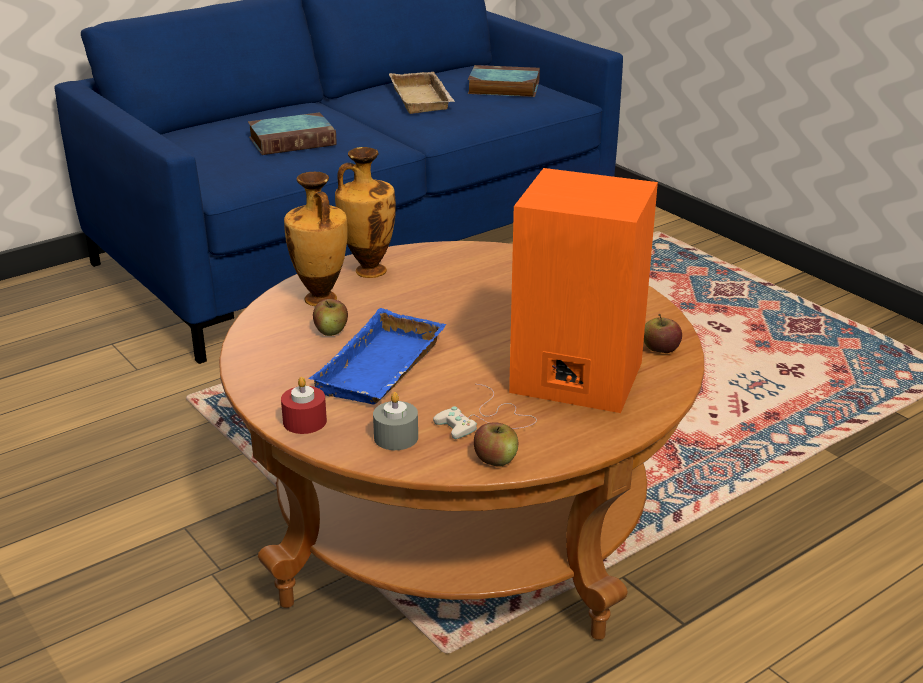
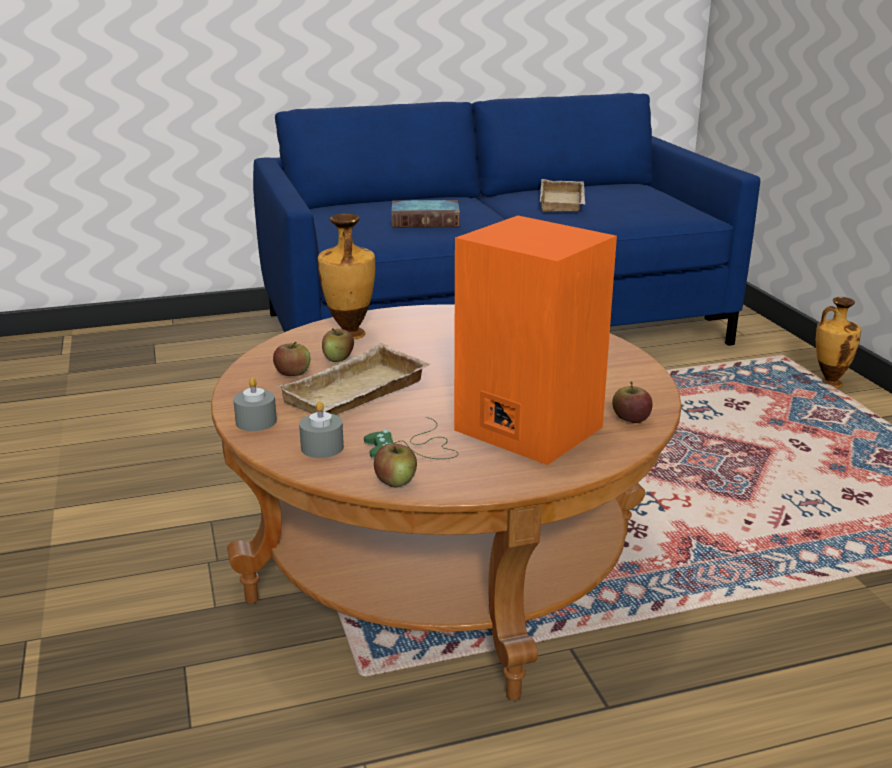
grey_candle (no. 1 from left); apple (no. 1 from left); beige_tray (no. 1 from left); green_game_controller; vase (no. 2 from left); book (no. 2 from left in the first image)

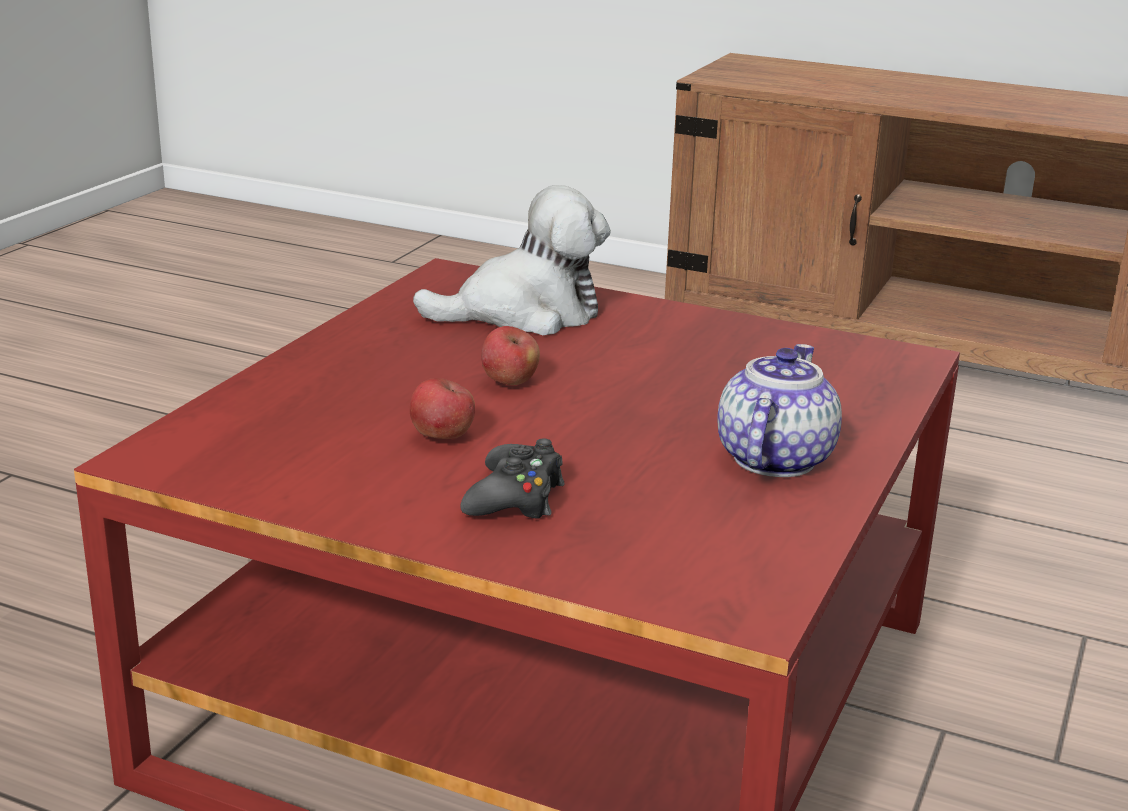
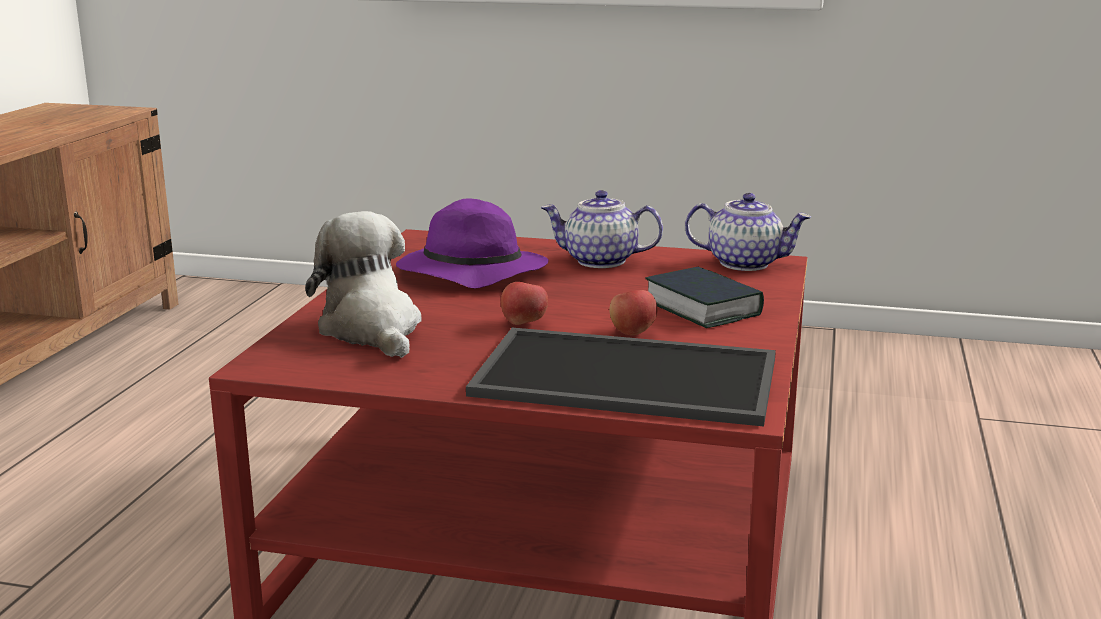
purple_hat; tray; book; teapot (no. 2 from left)

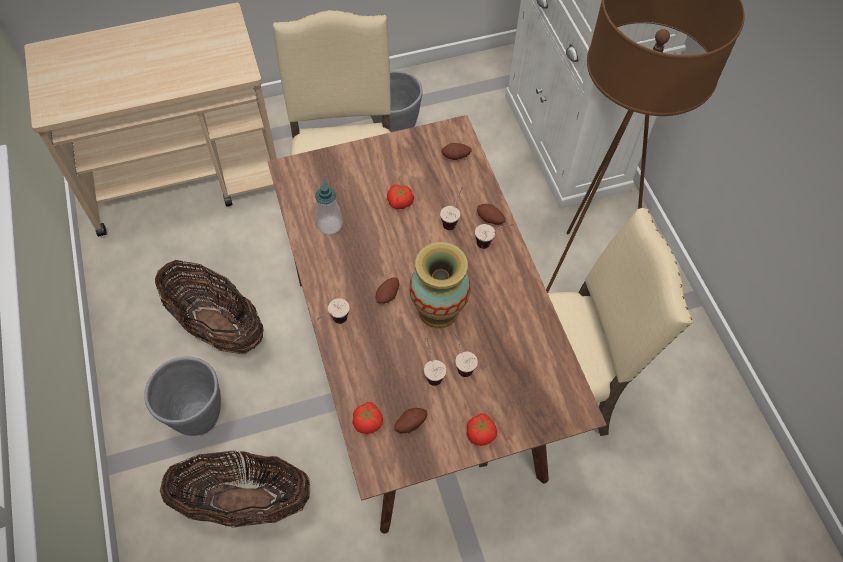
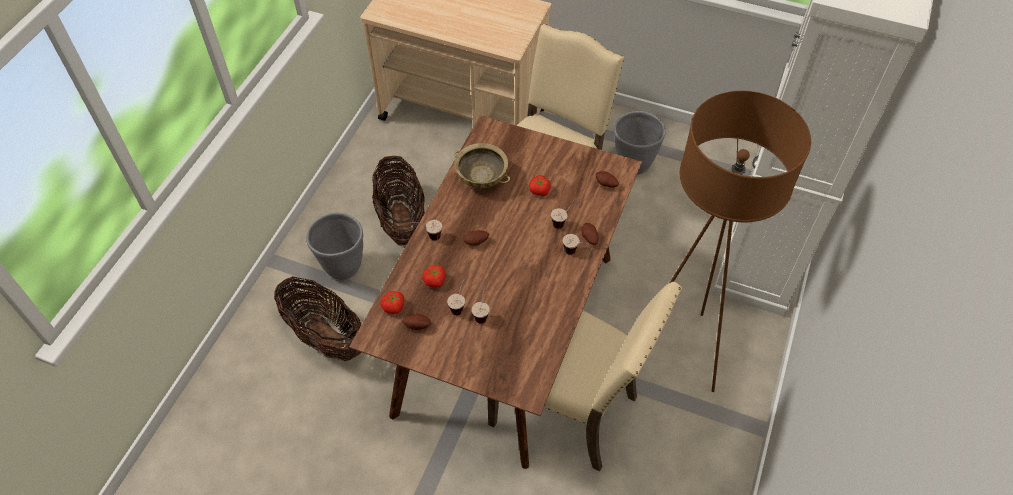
tomato (no. 2 from left); beige_bowl; vase

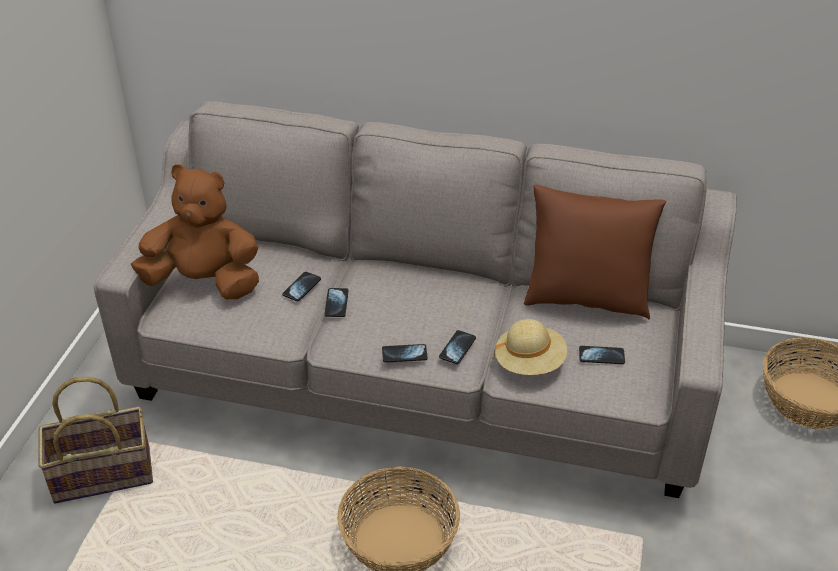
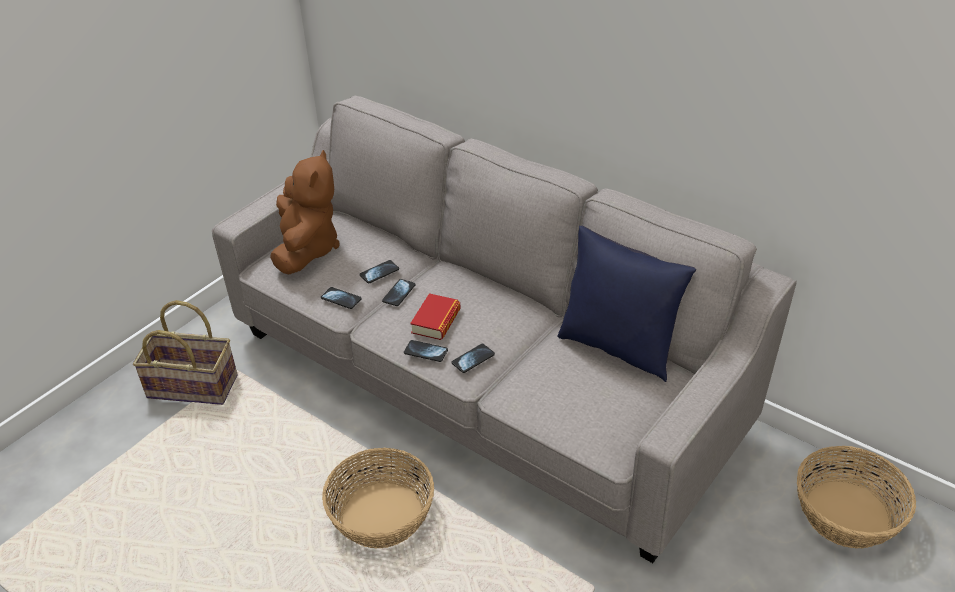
brown_plush_toy; phone (no. 1 from left); book; blue_pillow; beige_hat

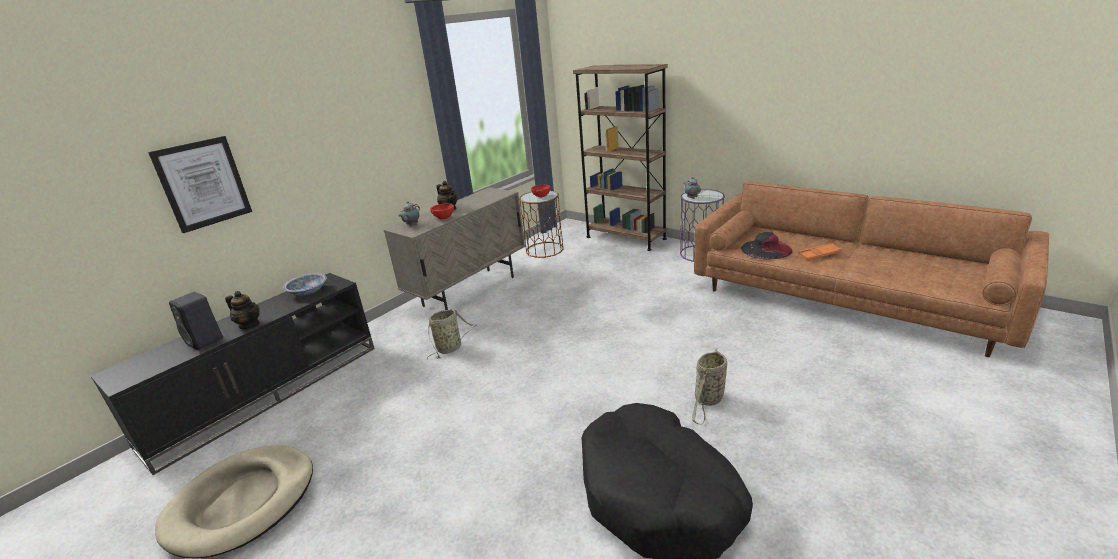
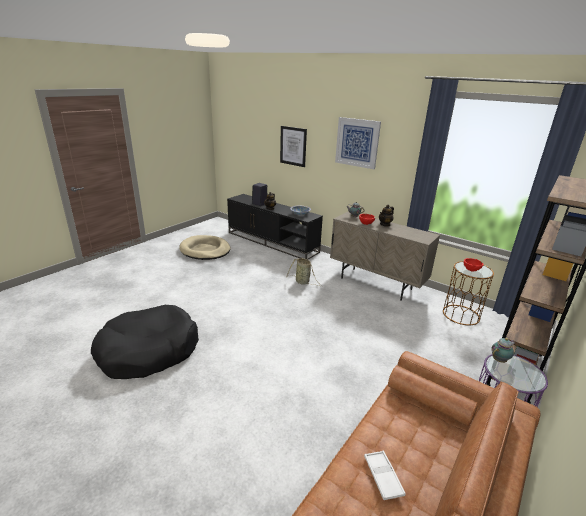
picture (no. 2 from left); white_tray; basket (no. 2 from left in the first image); black_hat

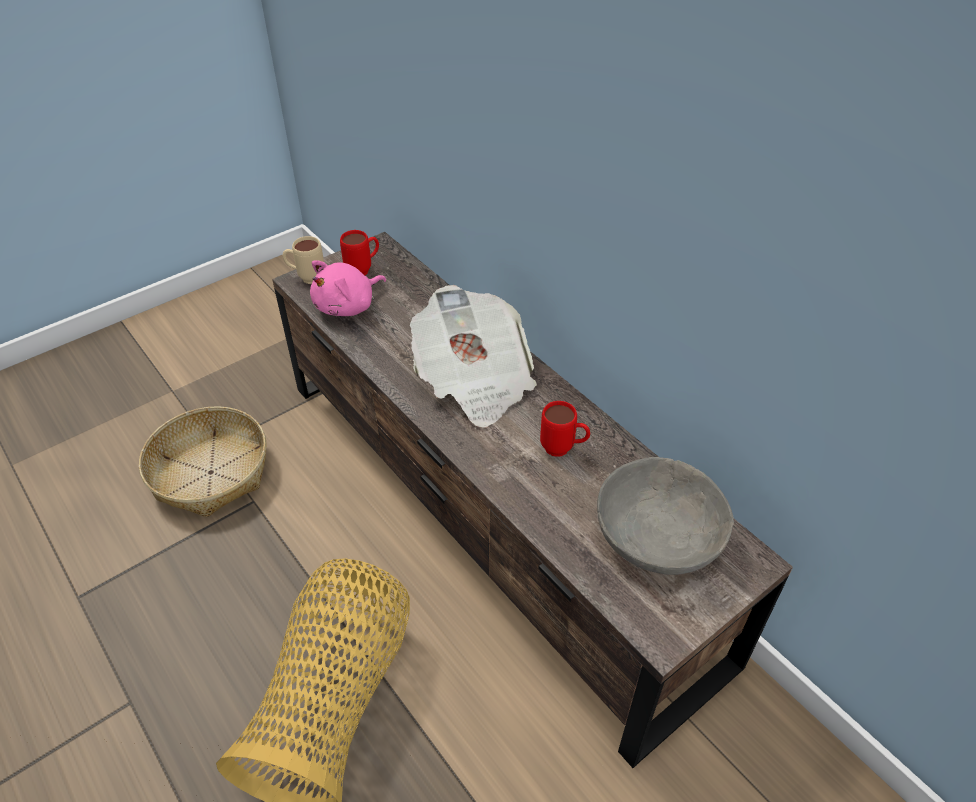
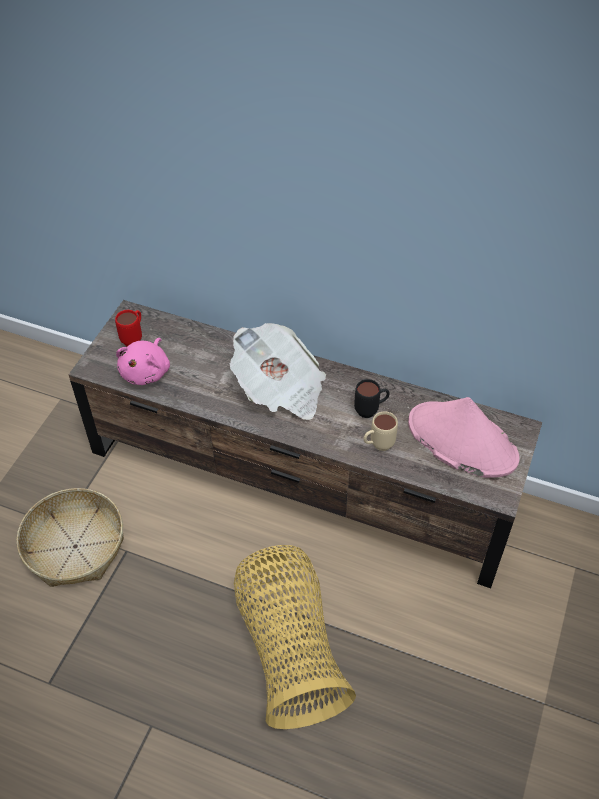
black_mug; beige_mug; pink_hat

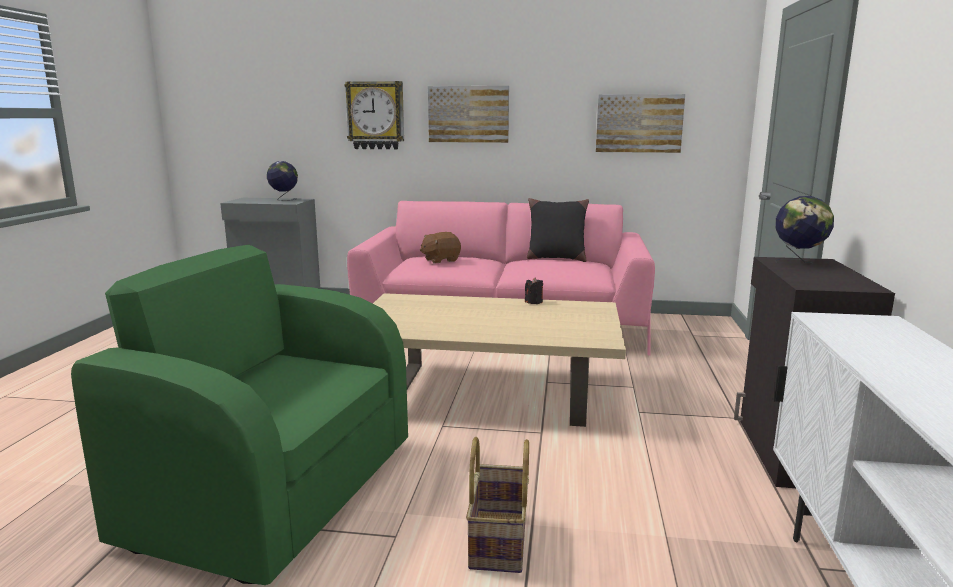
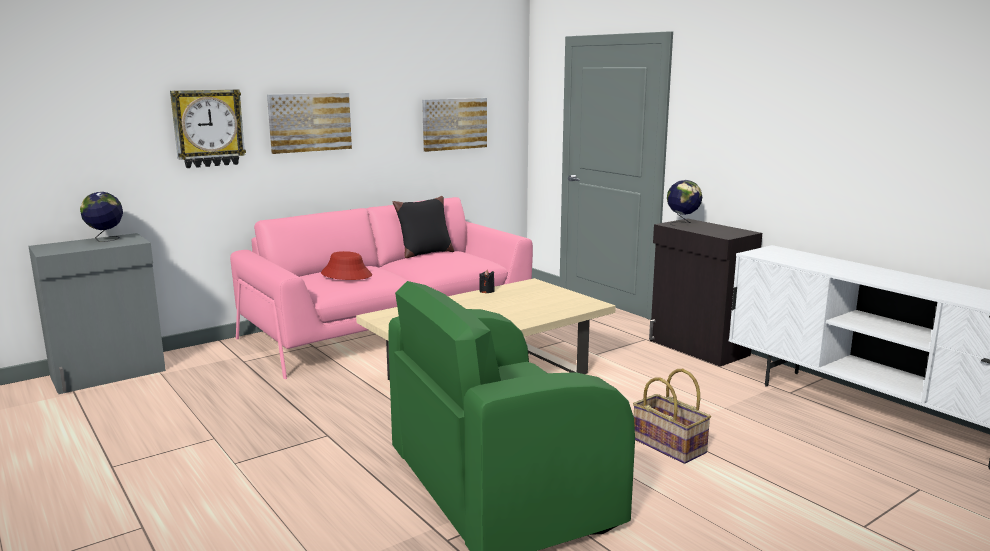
red_hat

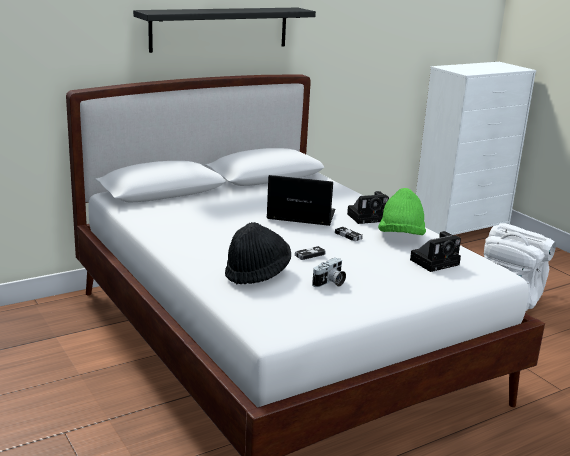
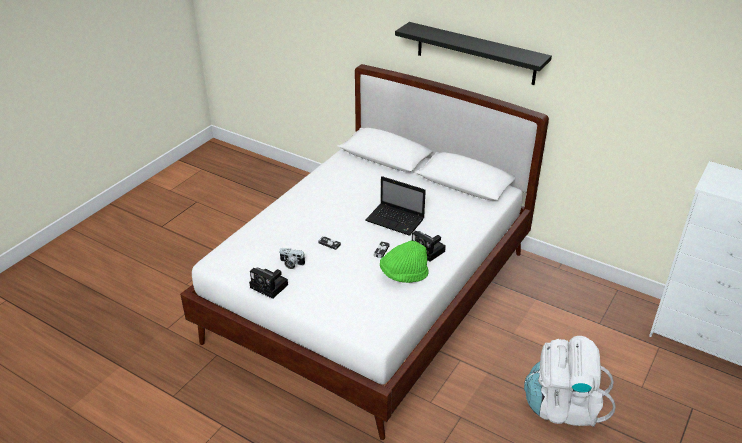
photo_camera (no. 1 from left); laptop; black_hat

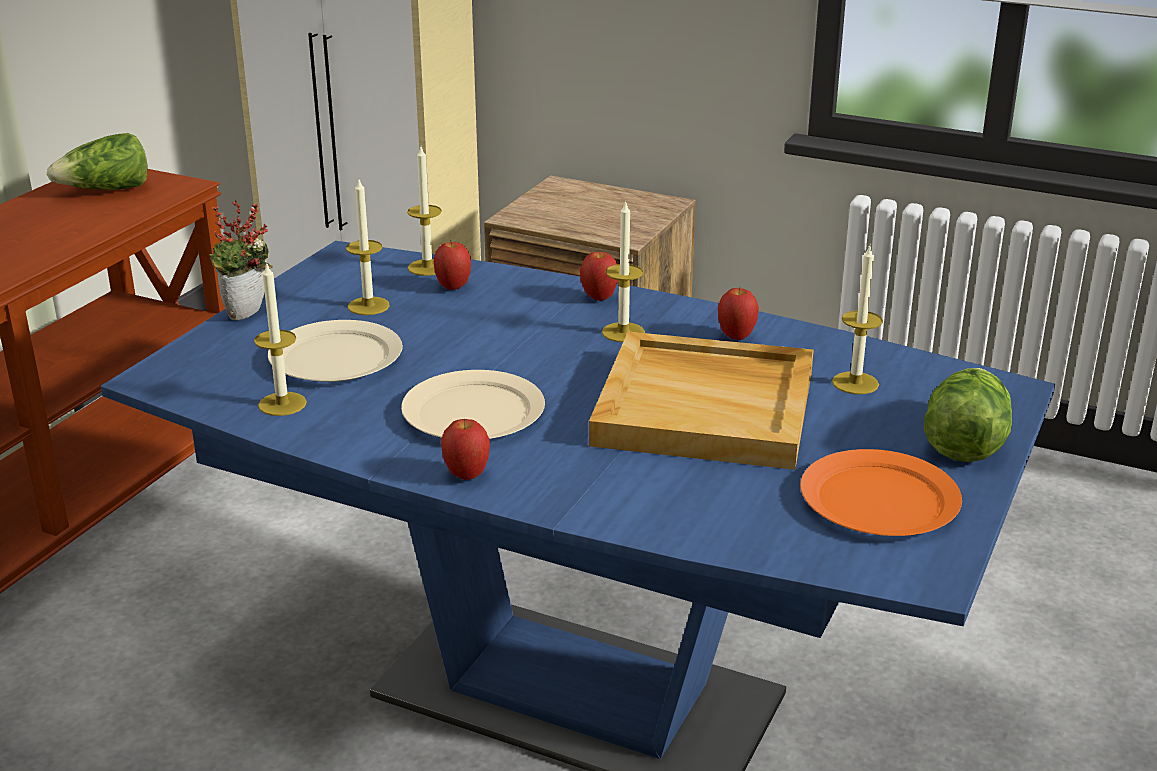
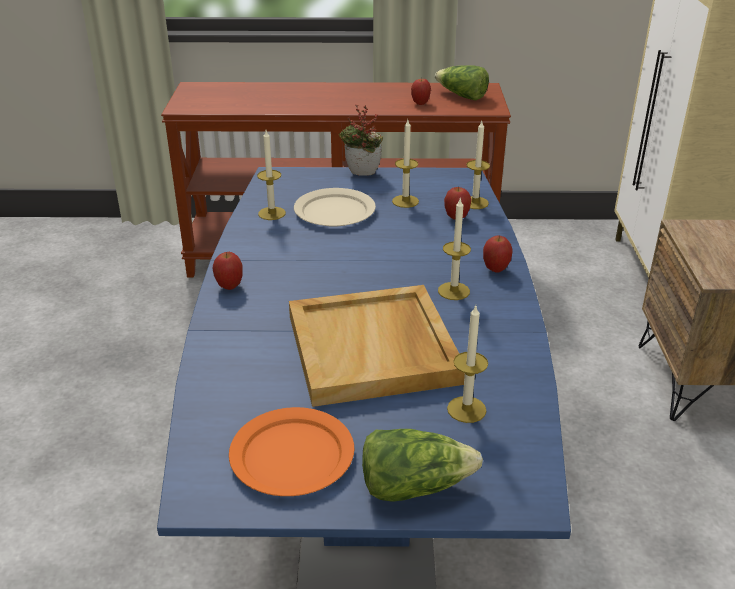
apple (no. 2 from left); beige_plate (no. 2 from left in the first image)

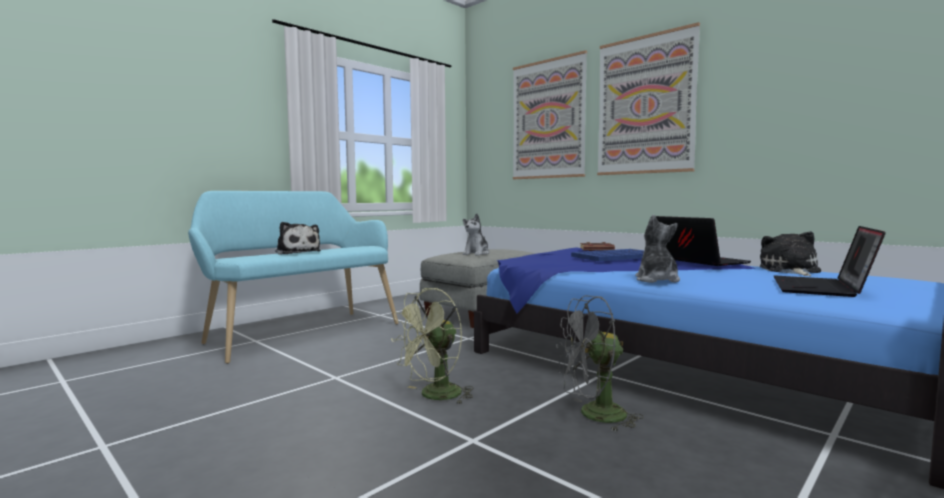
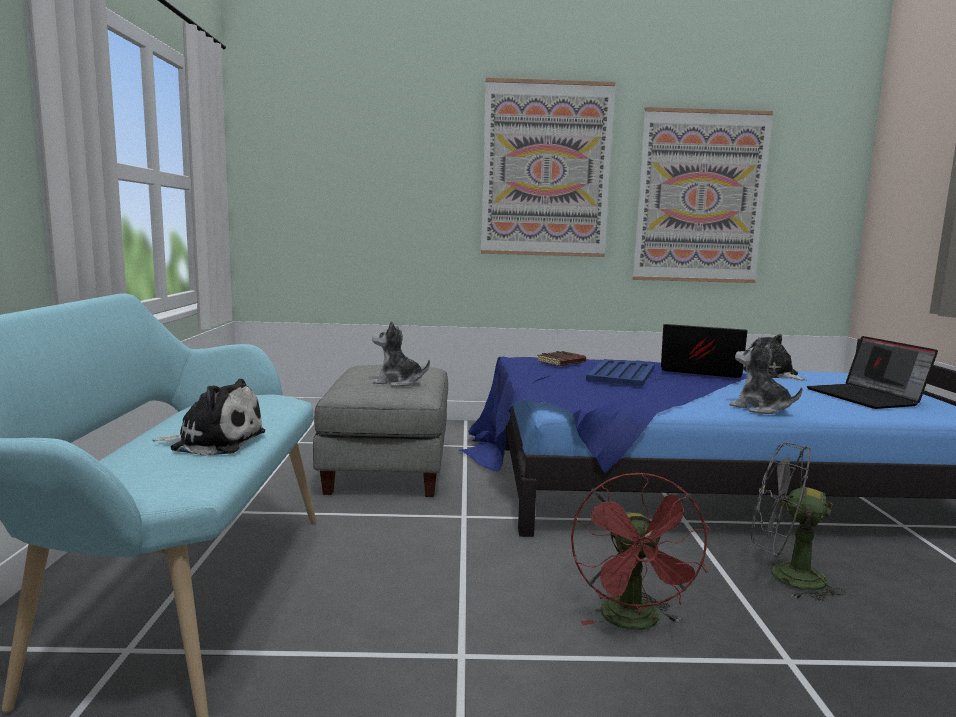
plush_toy (no. 2 from left); red_fan; picture (no. 2 from left); grey_fan

